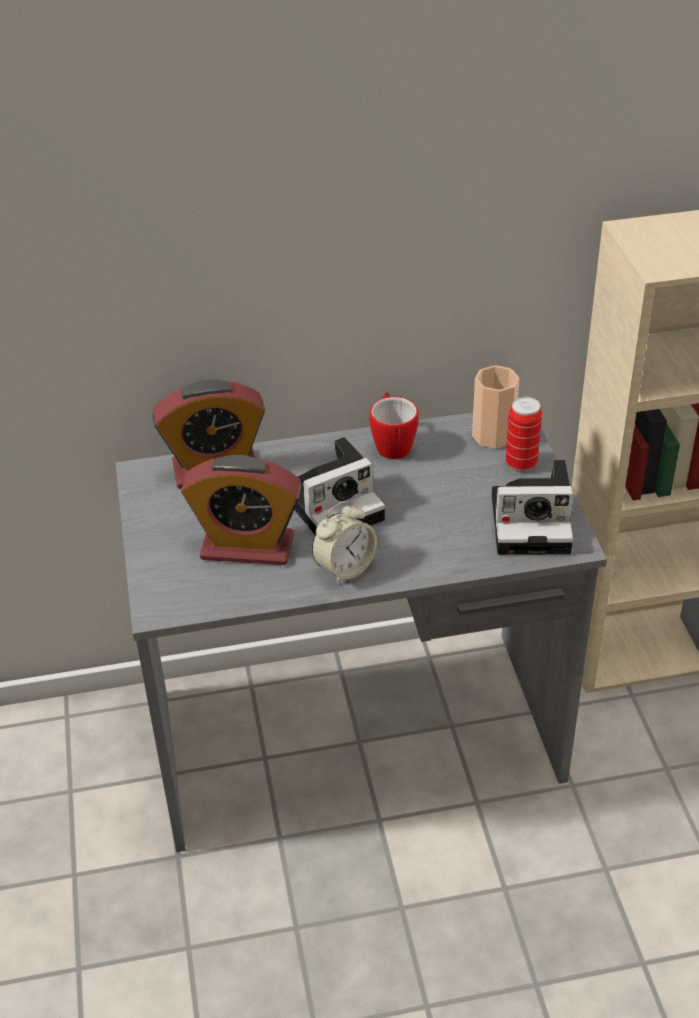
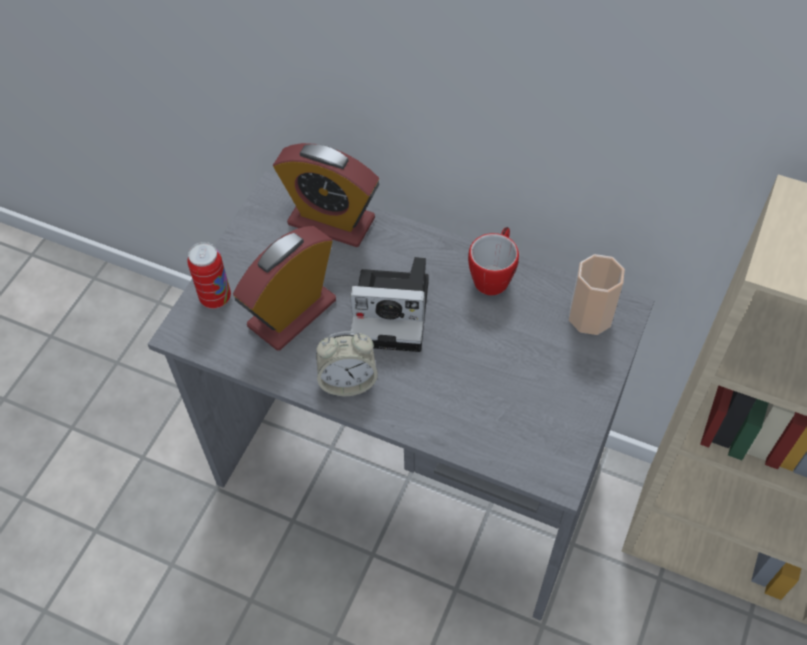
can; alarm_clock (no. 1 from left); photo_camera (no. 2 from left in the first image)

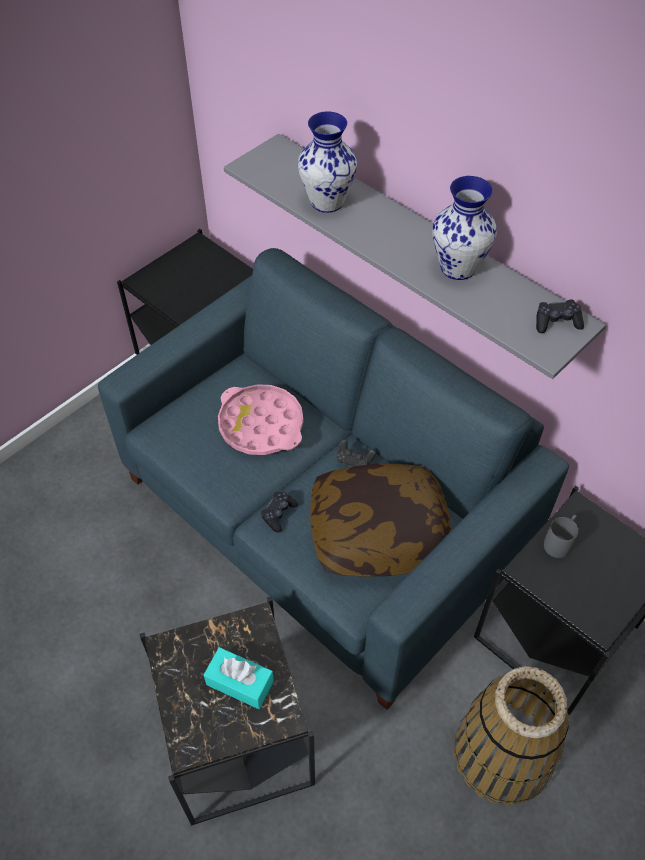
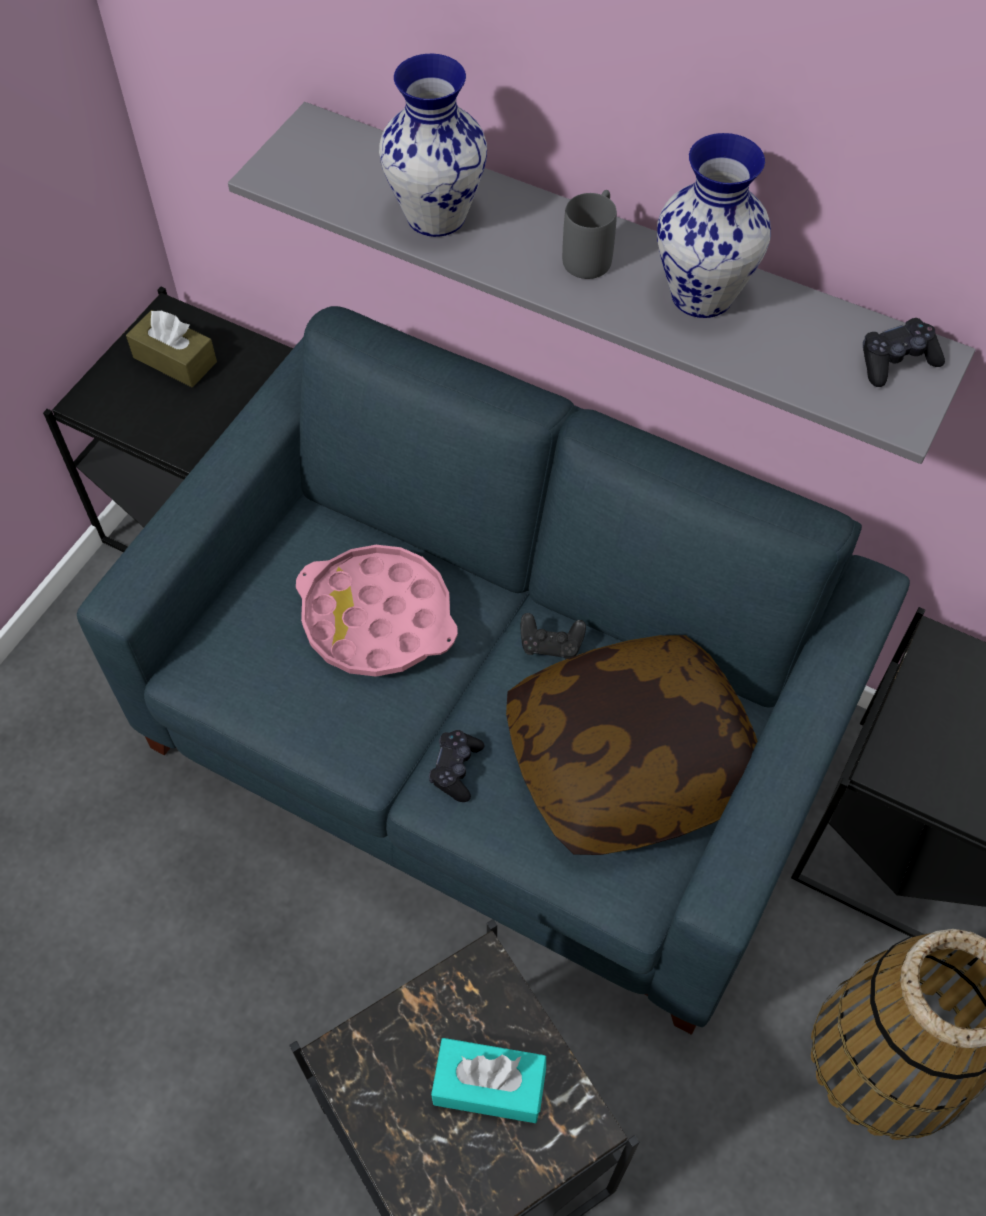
brown_tissue_box; grey_mug

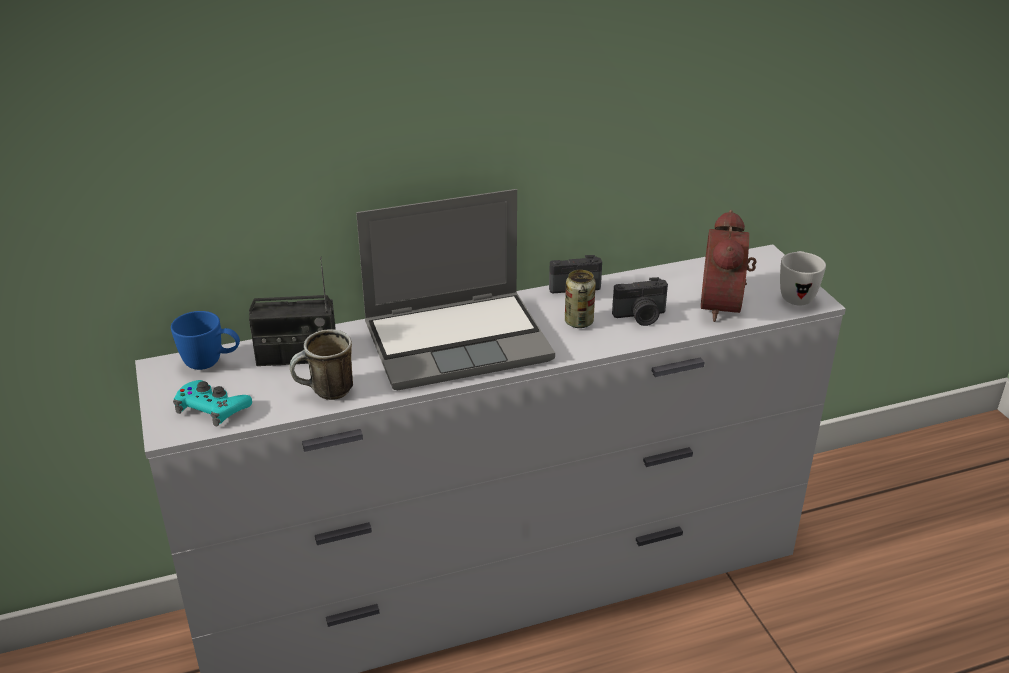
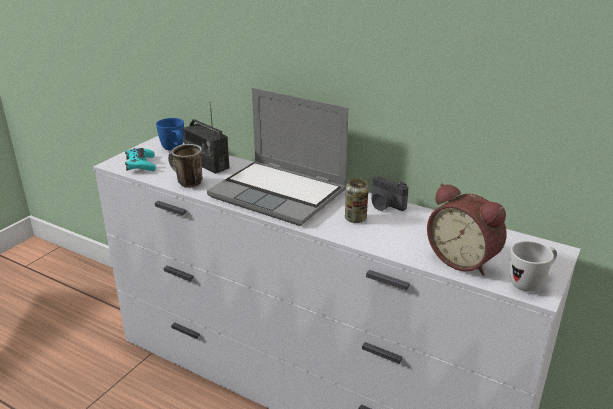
alarm_clock; photo_camera (no. 2 from left in the first image)

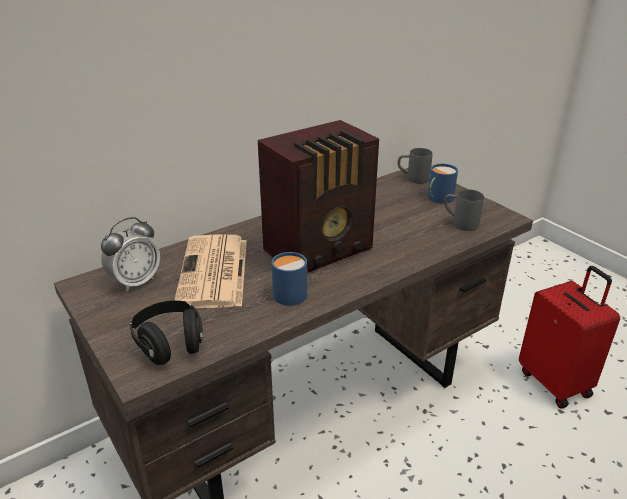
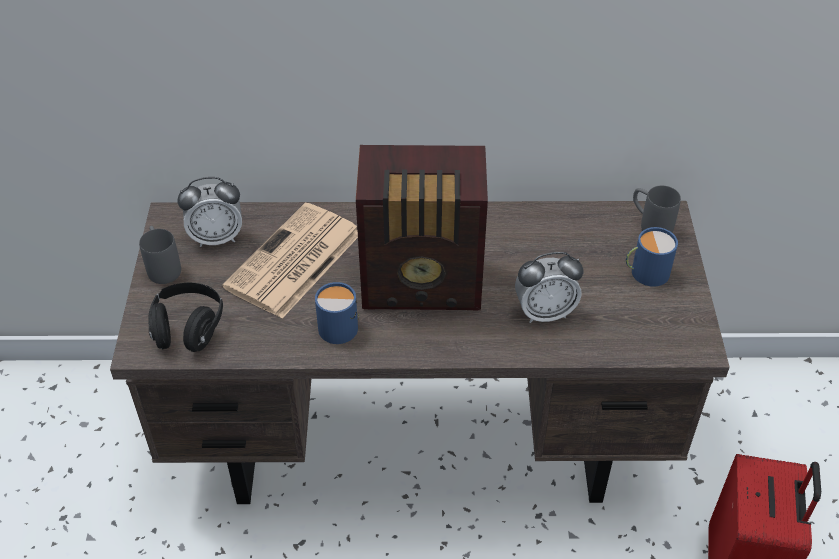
grey_mug (no. 1 from left); alarm_clock (no. 2 from left)

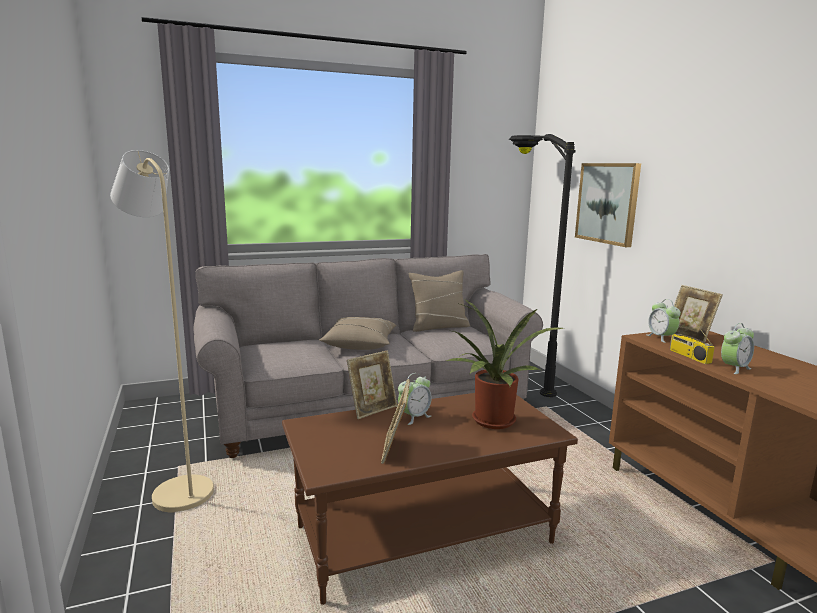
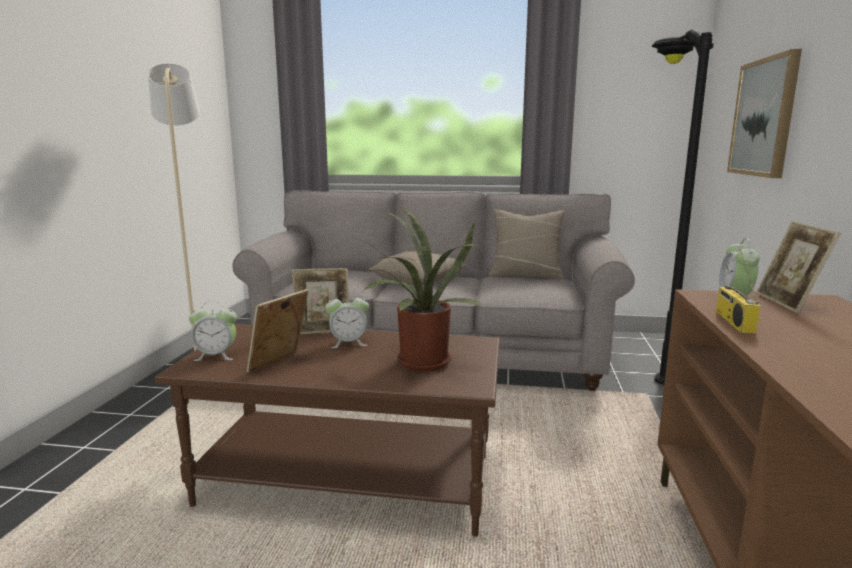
alarm_clock (no. 1 from left)

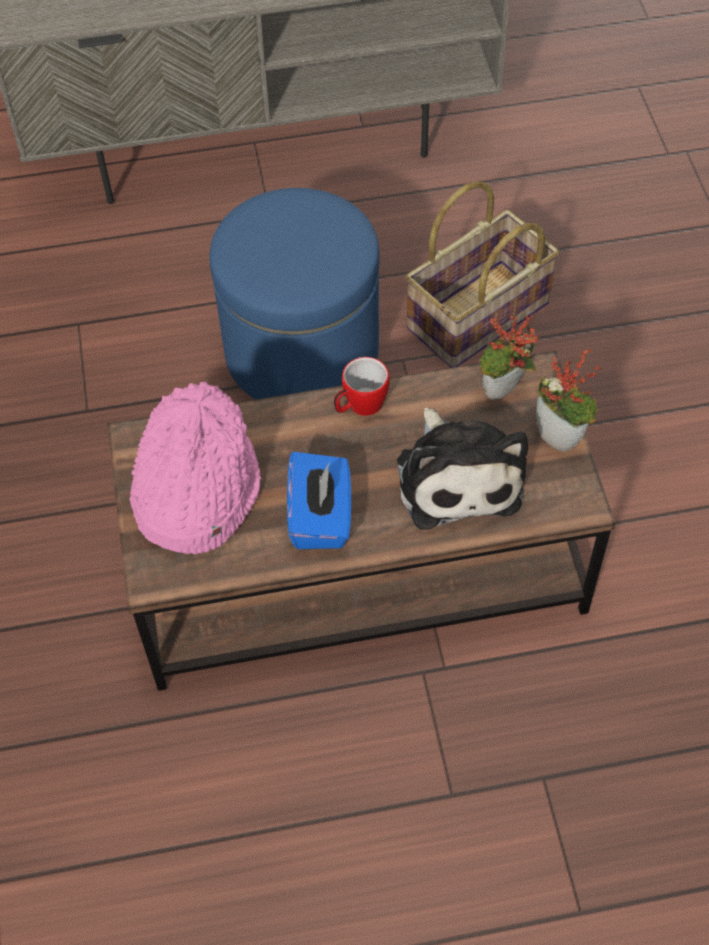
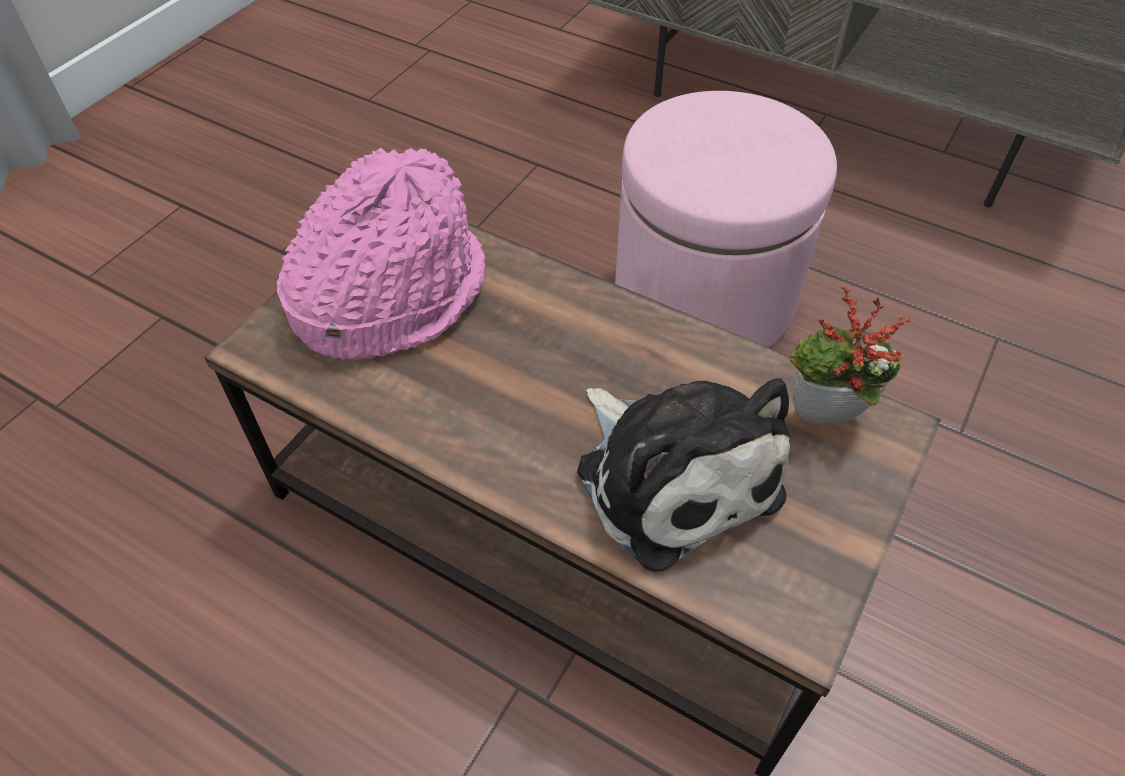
plush_toy; pink_ottoman; blue_tissue_box; mug; basket; potted_plant (no. 2 from left in the first image)

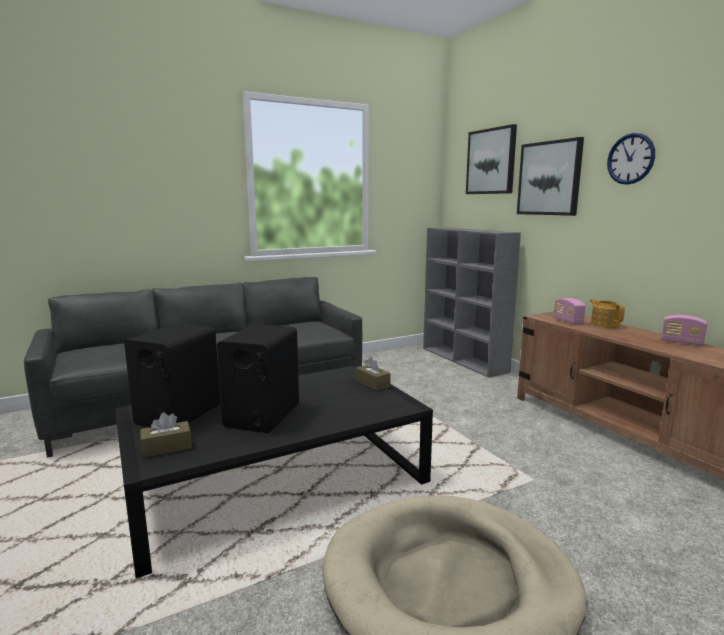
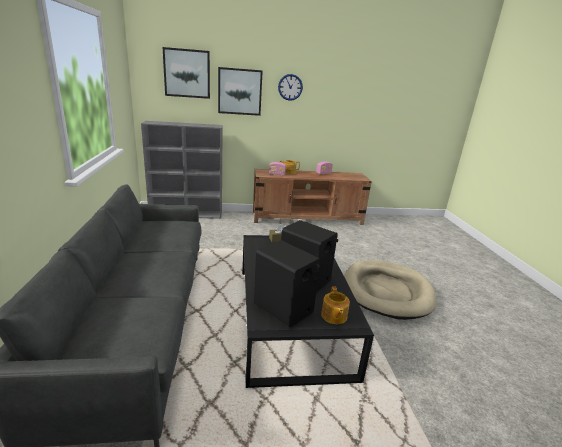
teapot (no. 2 from left)

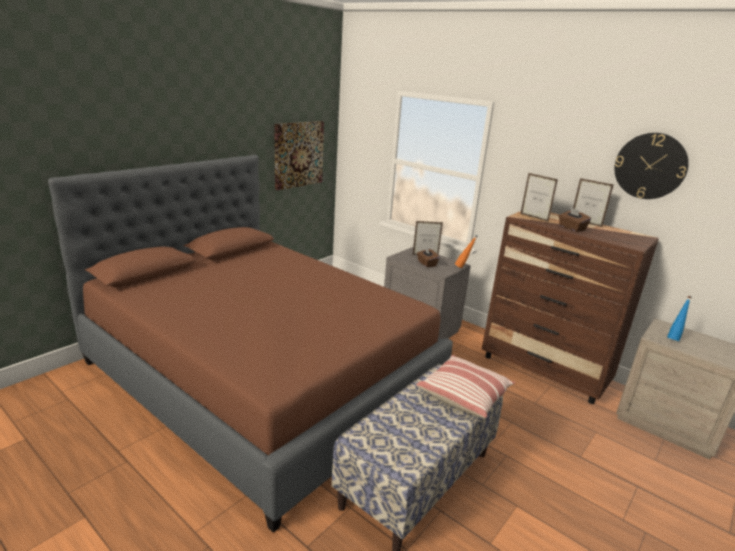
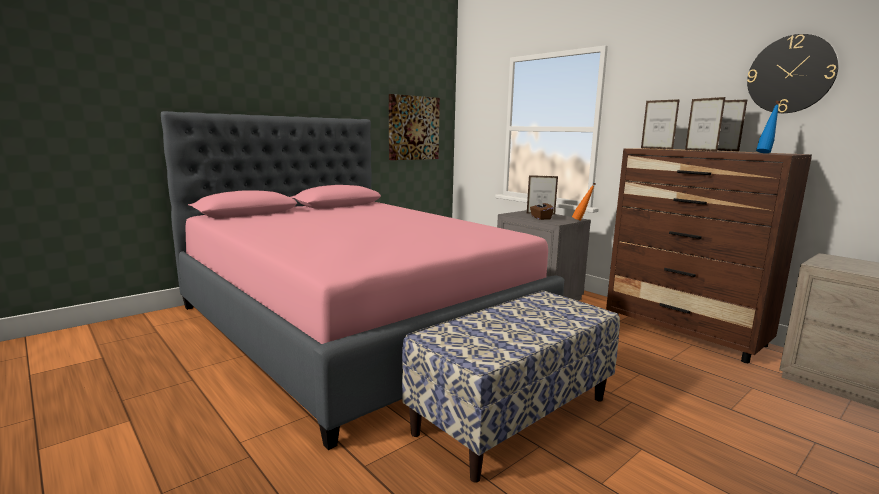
pink_bed; picture_frame (no. 3 from left); blue_bottle; pillow

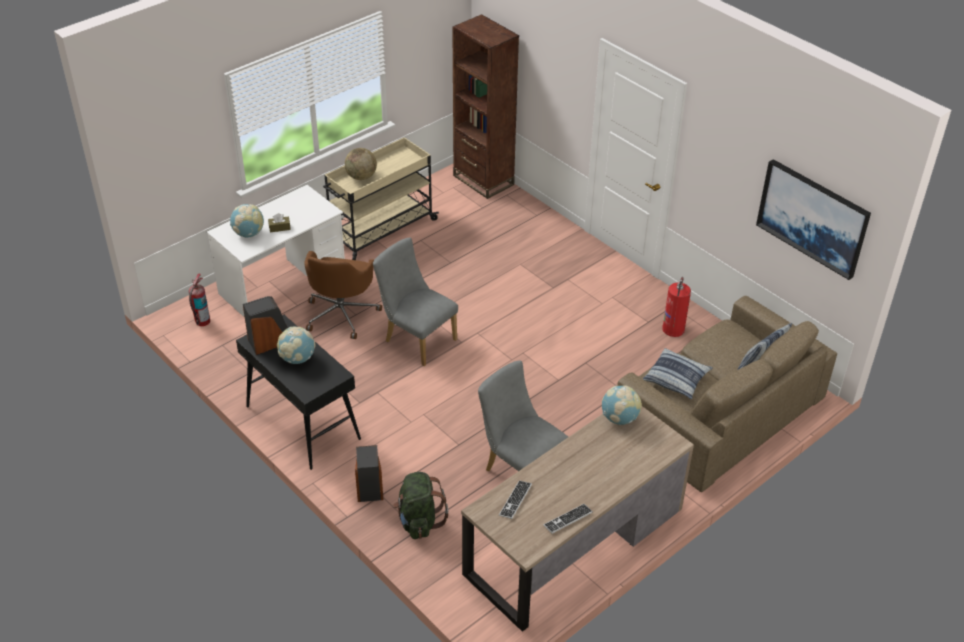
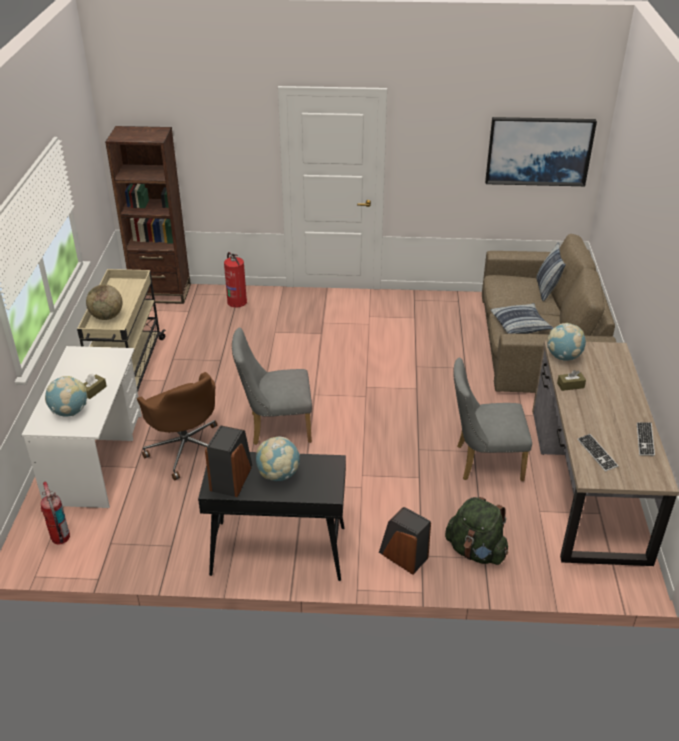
fire_extinguisher (no. 2 from left); brown_tissue_box (no. 2 from left)

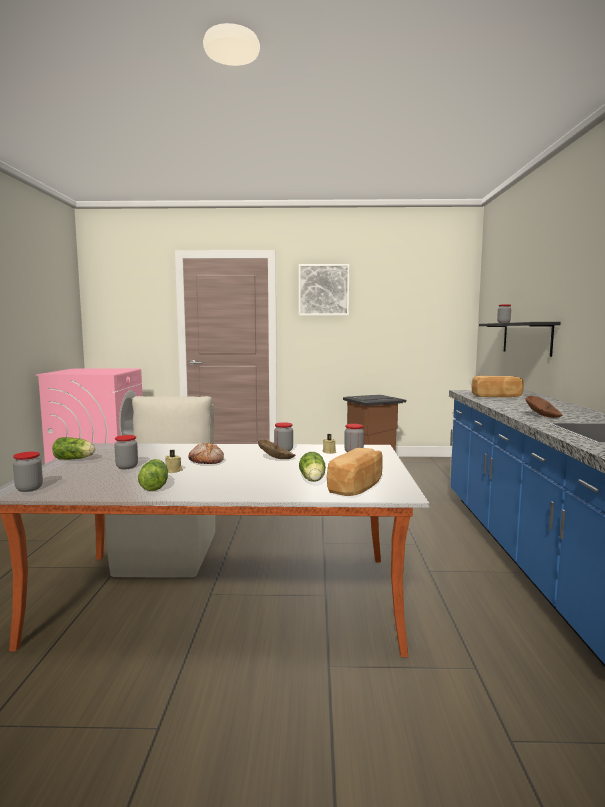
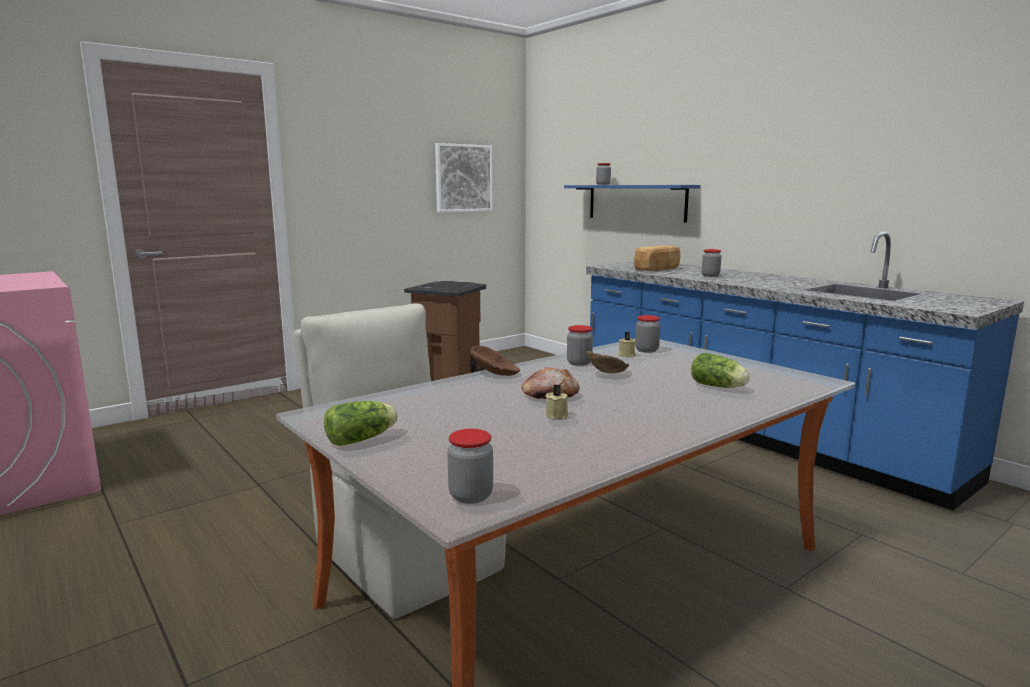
picture; brown_bowl (no. 1 from left); blue_shelf; jar (no. 5 from left); lettuce (no. 2 from left in the first image); bread (no. 2 from left in the first image)

